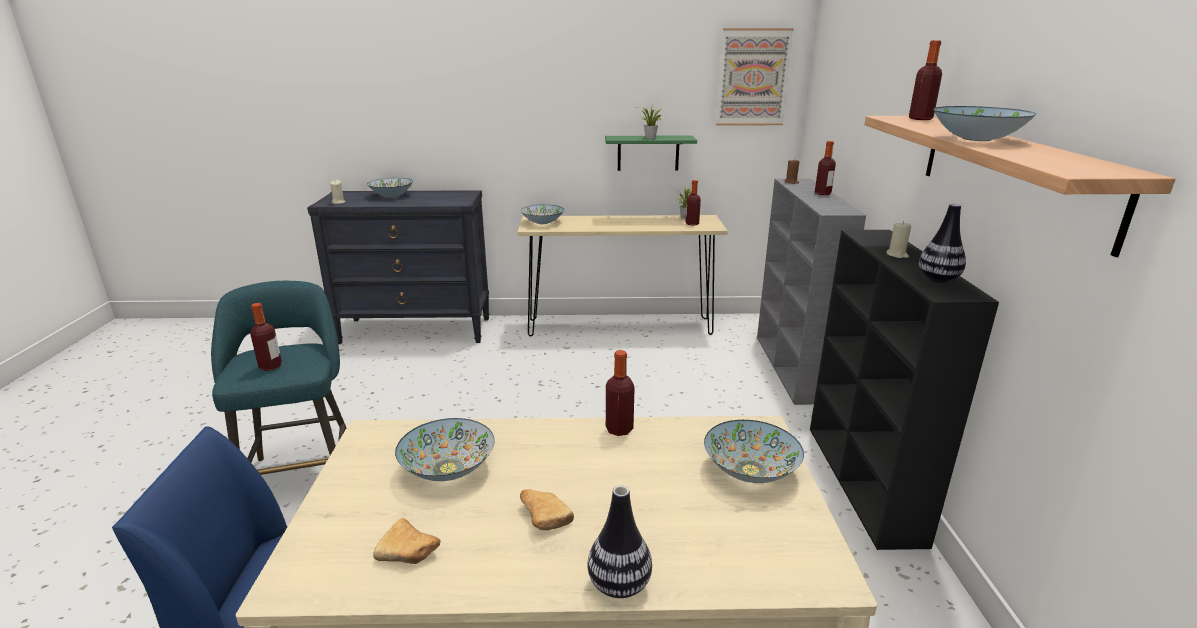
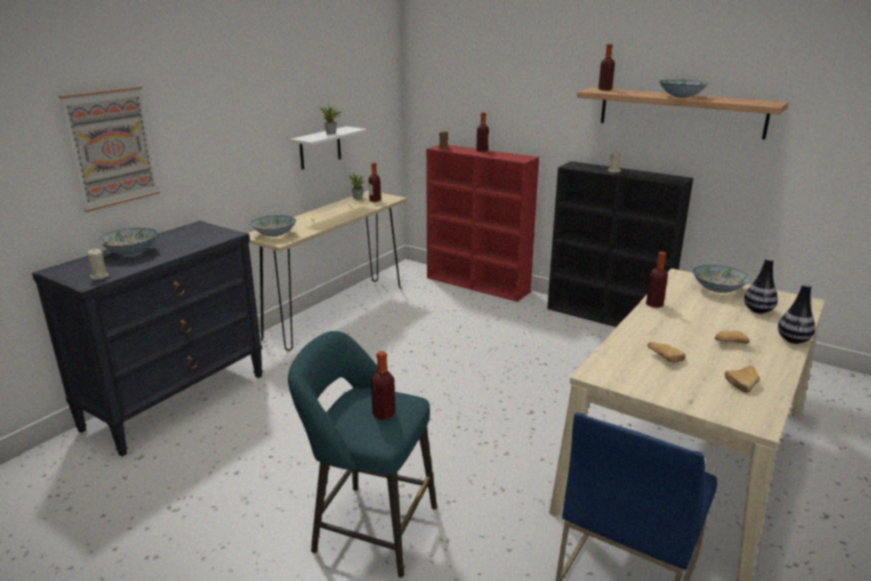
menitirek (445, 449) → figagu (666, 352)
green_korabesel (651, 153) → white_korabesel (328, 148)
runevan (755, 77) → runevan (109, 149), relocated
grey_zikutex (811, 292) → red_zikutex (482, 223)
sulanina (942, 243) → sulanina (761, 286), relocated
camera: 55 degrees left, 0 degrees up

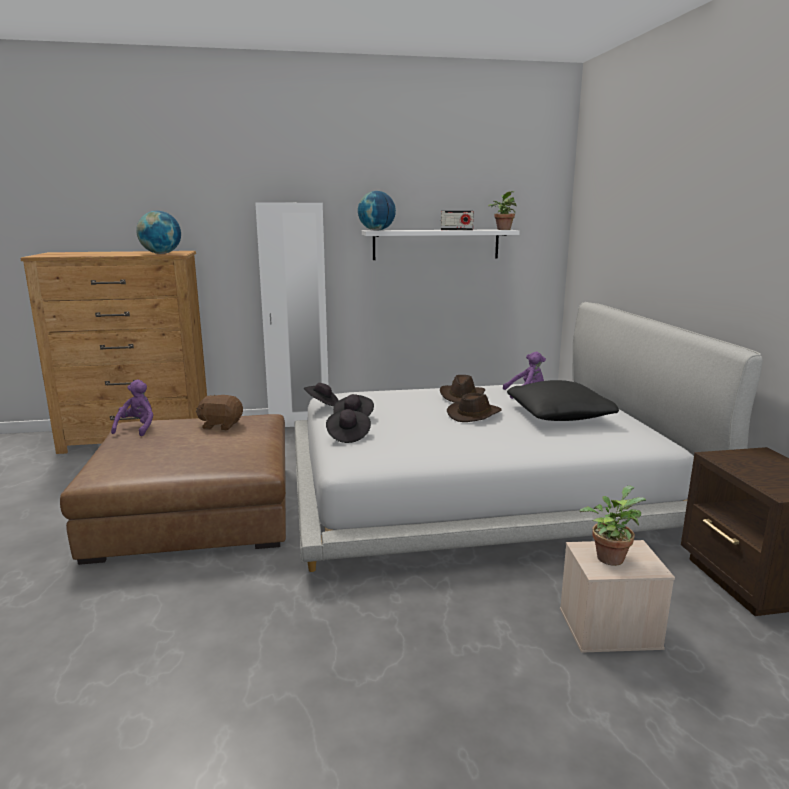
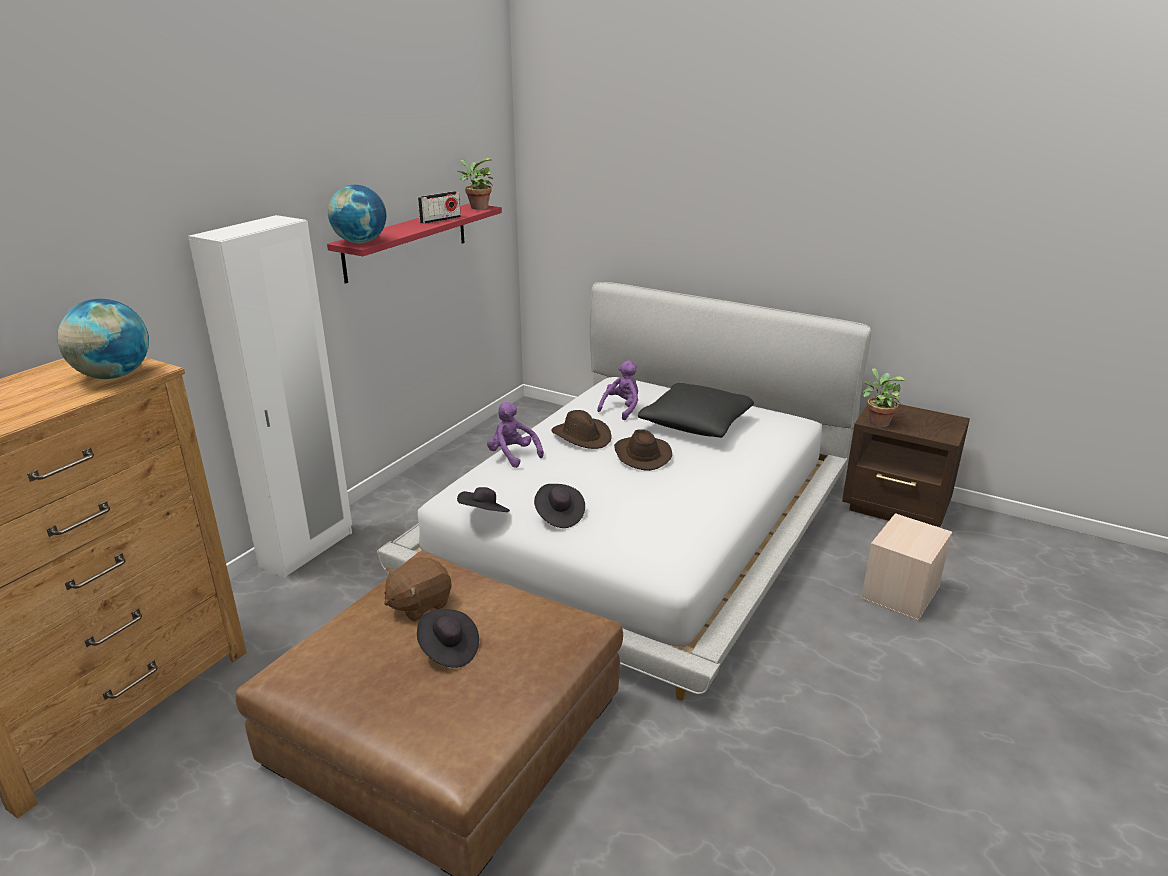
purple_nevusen (132, 408) → purple_nevusen (515, 435), relocated
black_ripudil (348, 426) → black_ripudil (448, 638), relocated
white_korabesel (441, 245) → red_korabesel (414, 243)
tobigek (612, 525) → tobigek (884, 397), relocated
camera: 50 degrees left, 10 degrees up

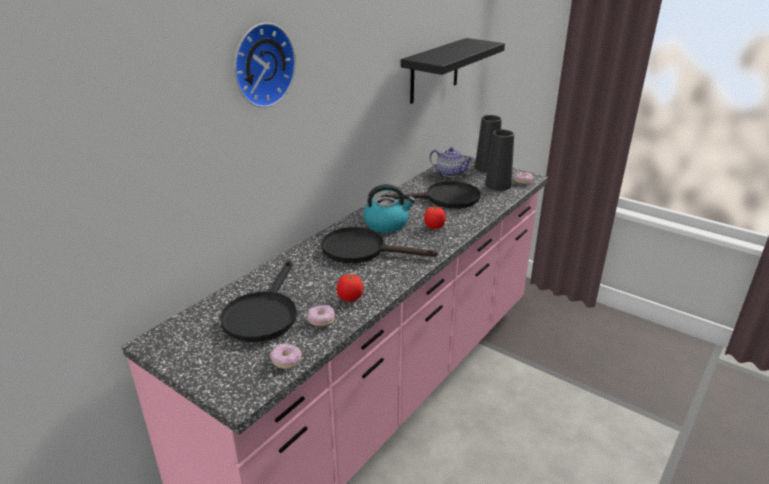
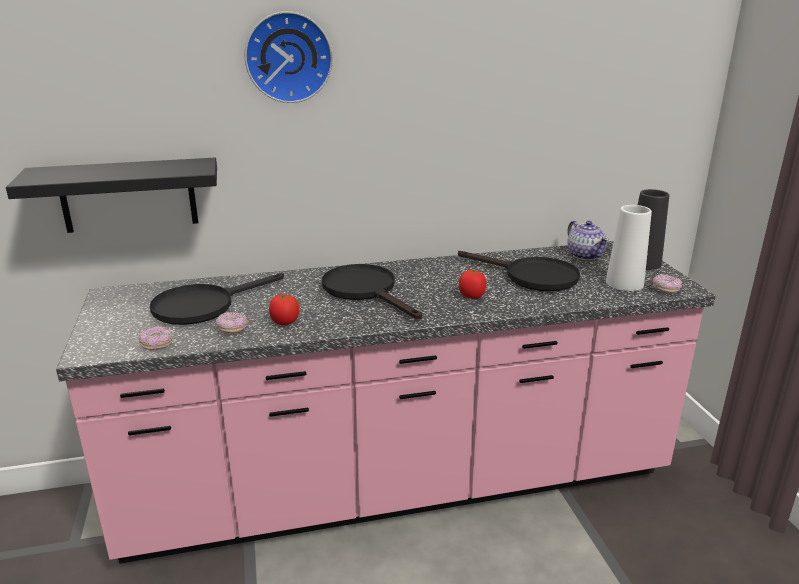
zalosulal (389, 208) → -
black_korabesel (453, 71) → black_korabesel (111, 195), relocated
black_sulanina (499, 160) → white_sulanina (629, 248)
camera: 40 degrees right, 5 degrees down

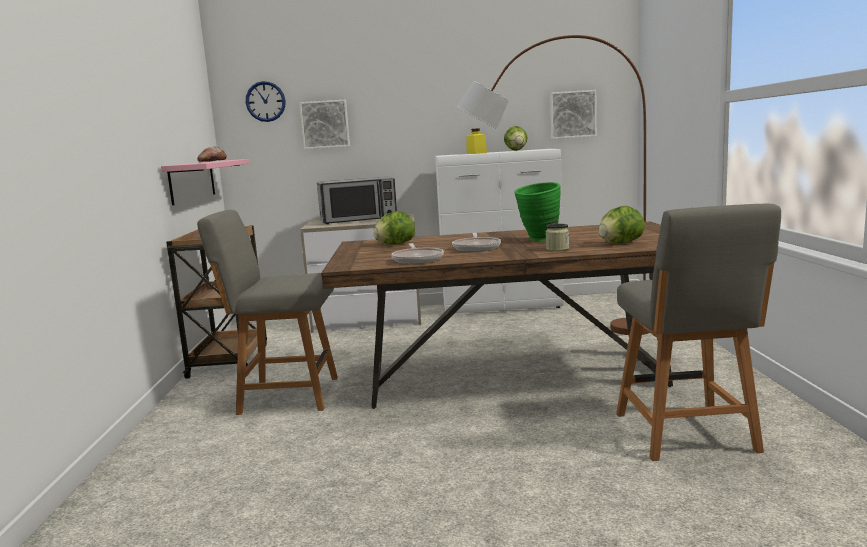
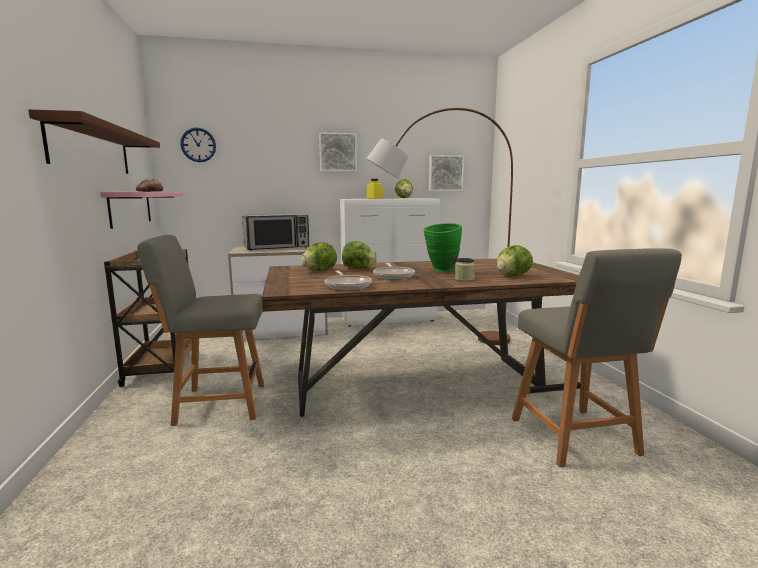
runevan (324, 124) → runevan (338, 152), relocated
- → brown_korabesel (94, 141)
- → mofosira (359, 255)
camera: 10 degrees left, 0 degrees up

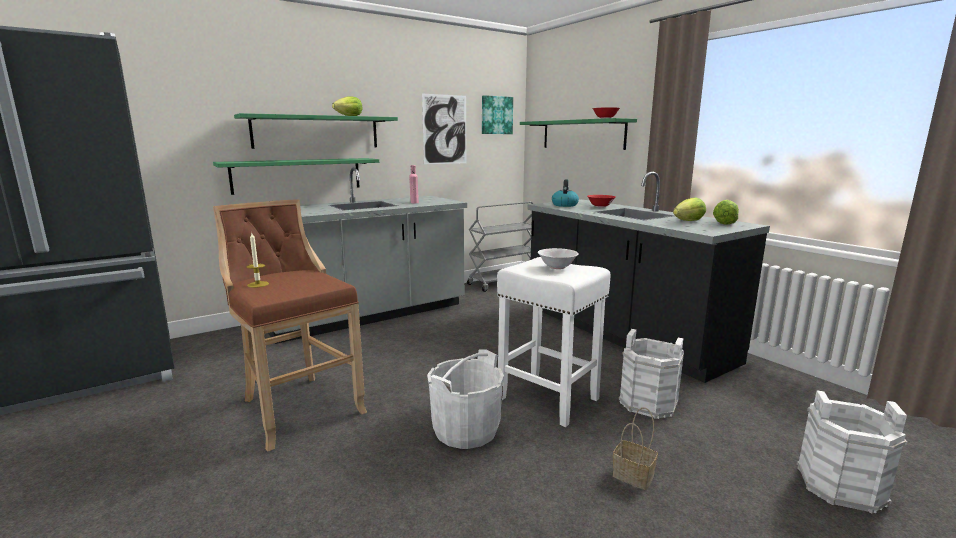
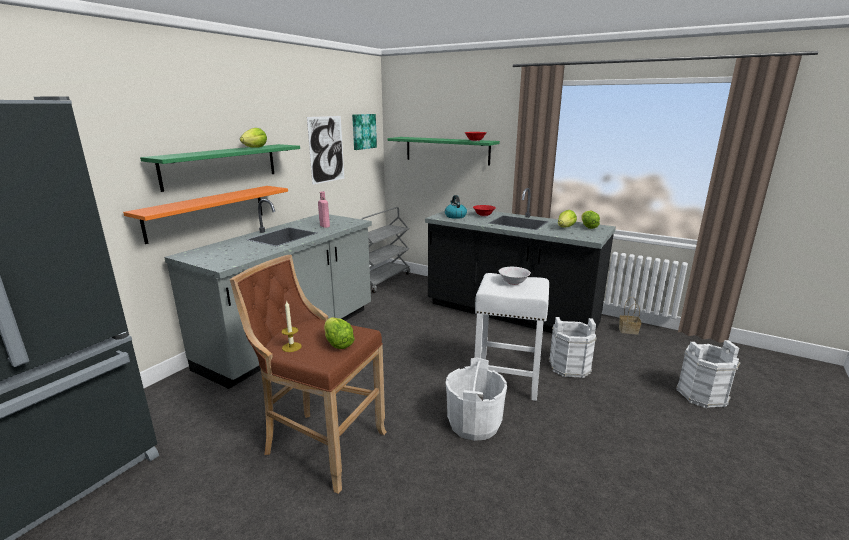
green_korabesel (296, 176) → orange_korabesel (205, 215)
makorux (635, 448) → makorux (630, 315), relocated
- → mofosira (339, 333)
camera: 25 degrees left, 5 degrees up

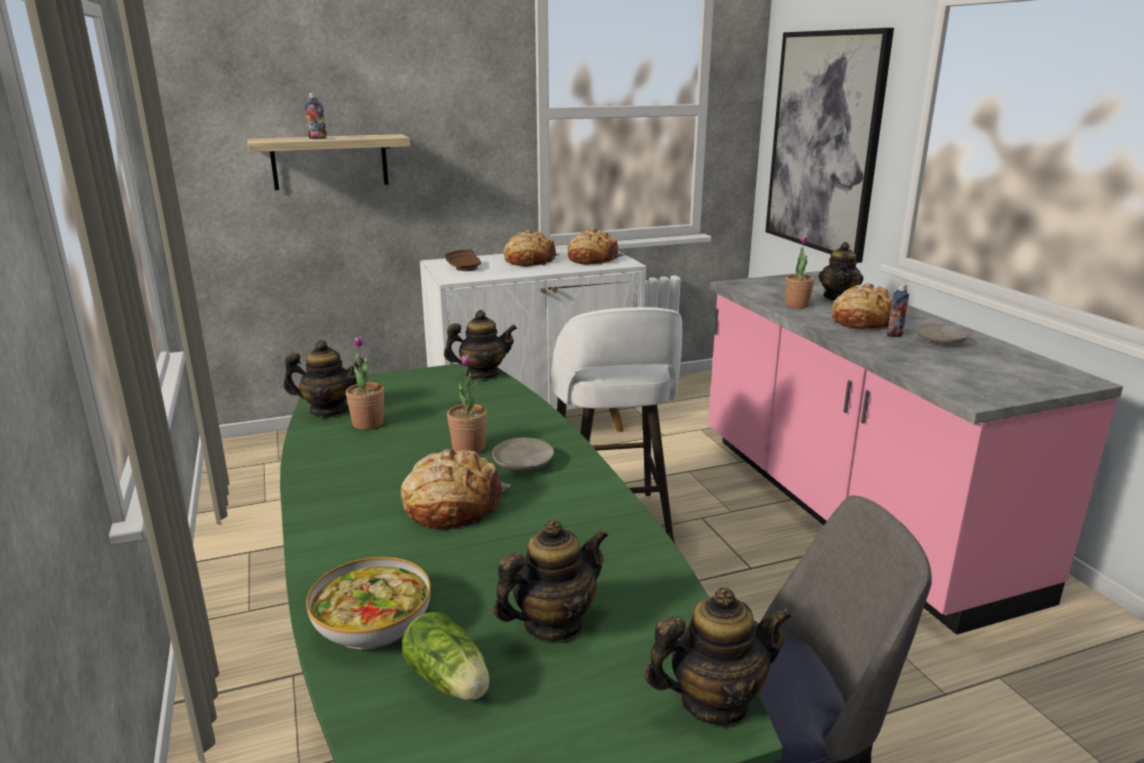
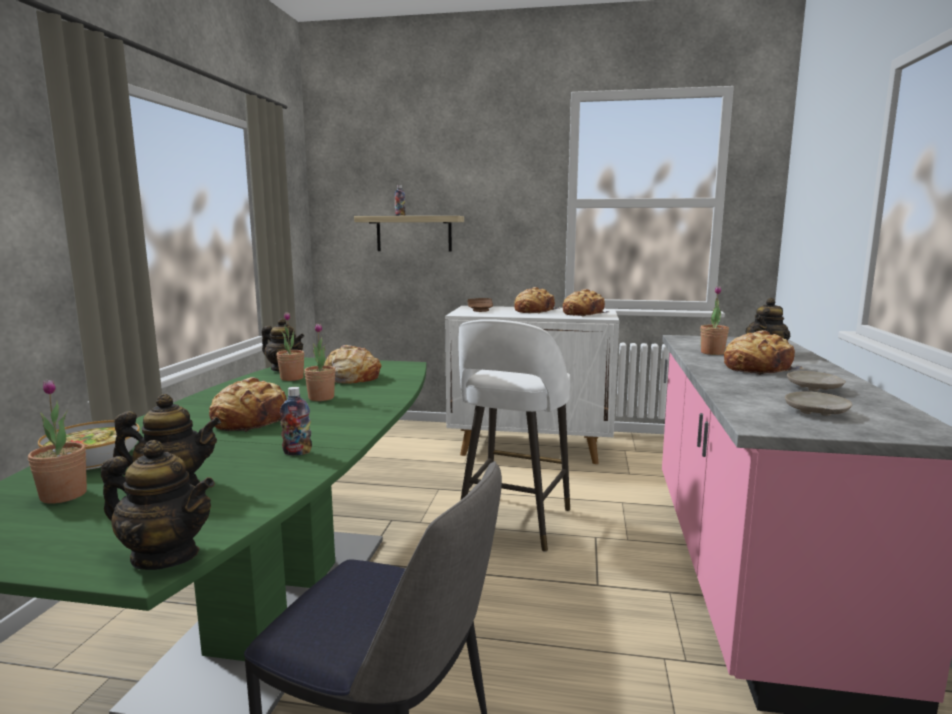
mofosira (445, 656) → tobigek (57, 441)
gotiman (480, 344) → -
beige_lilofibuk (523, 454) → beige_lilofibuk (818, 404), relocated
runevan (829, 145) → -
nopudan (898, 310) → nopudan (296, 421), relocated
- → figagu (352, 364)
camera: 30 degrees right, 10 degrees down

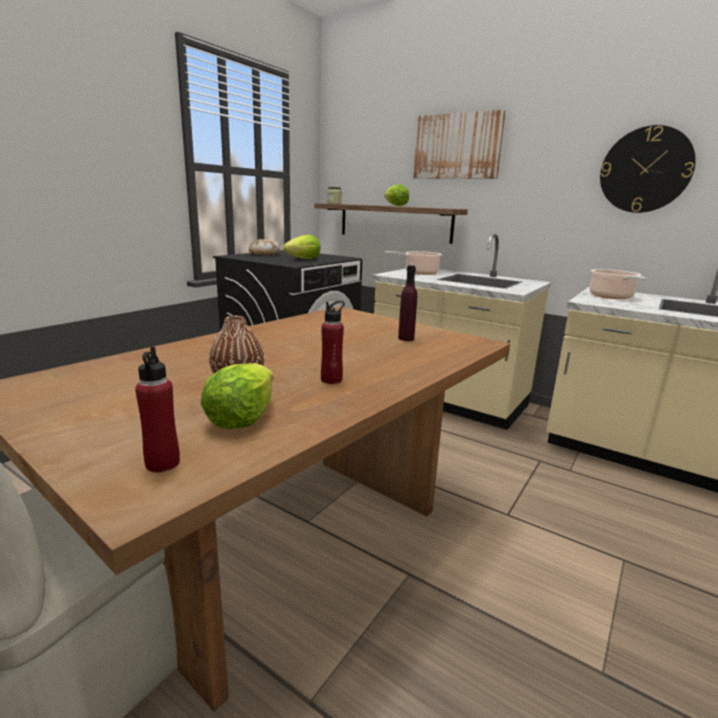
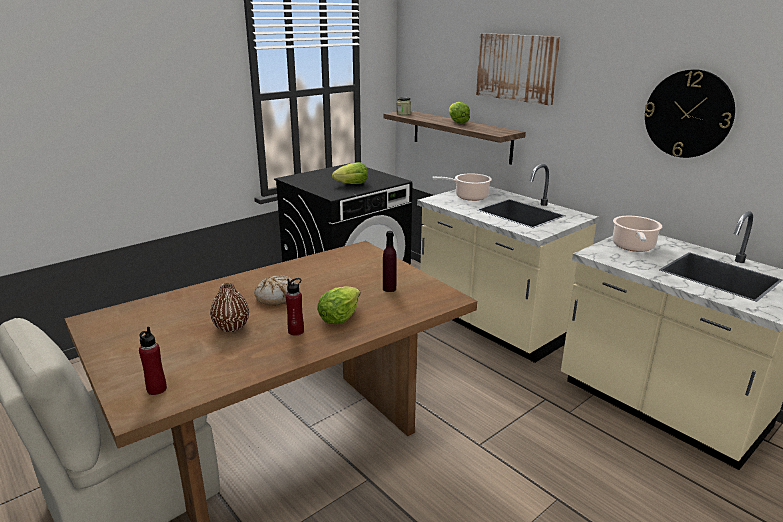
mofosira (237, 396) → mofosira (338, 305), relocated
figagu (264, 247) → figagu (275, 290), relocated
camera: 15 degrees right, 5 degrees up

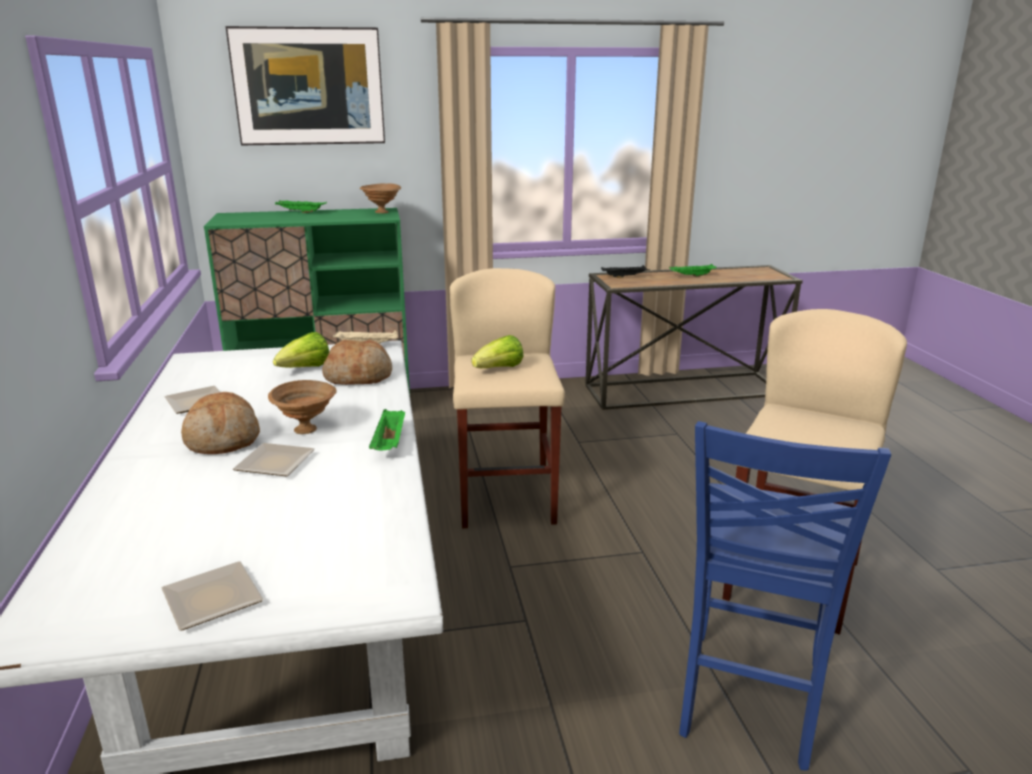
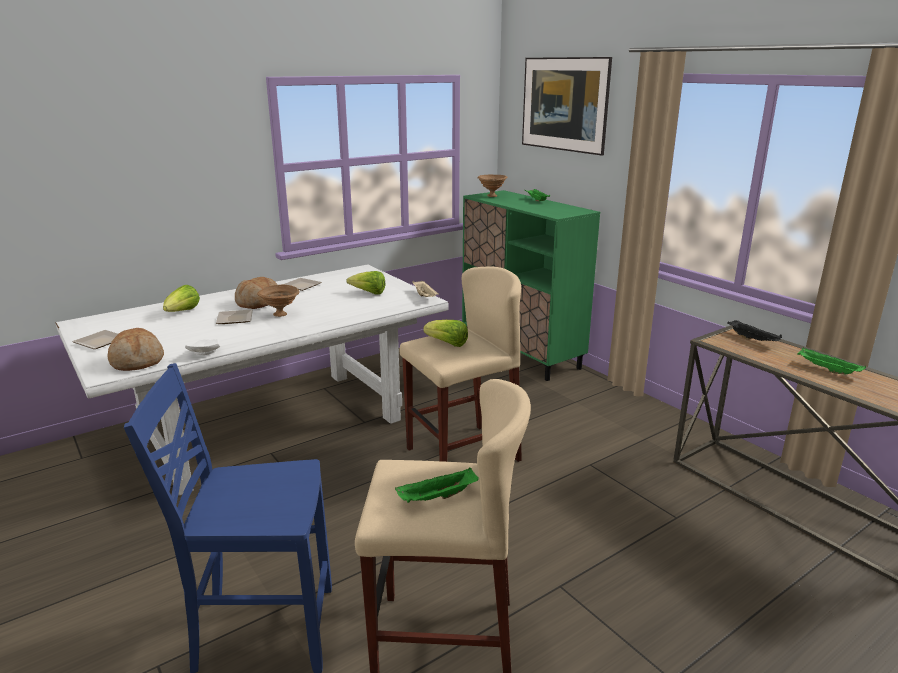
figagu (357, 362) → figagu (135, 349), relocated
brown_menitirek (380, 198) → brown_menitirek (492, 186), relocated
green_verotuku (387, 430) → green_verotuku (437, 485), relocated
- → mofosira (181, 298)
- → white_lilofibuk (203, 347)
camera: 65 degrees right, 0 degrees up

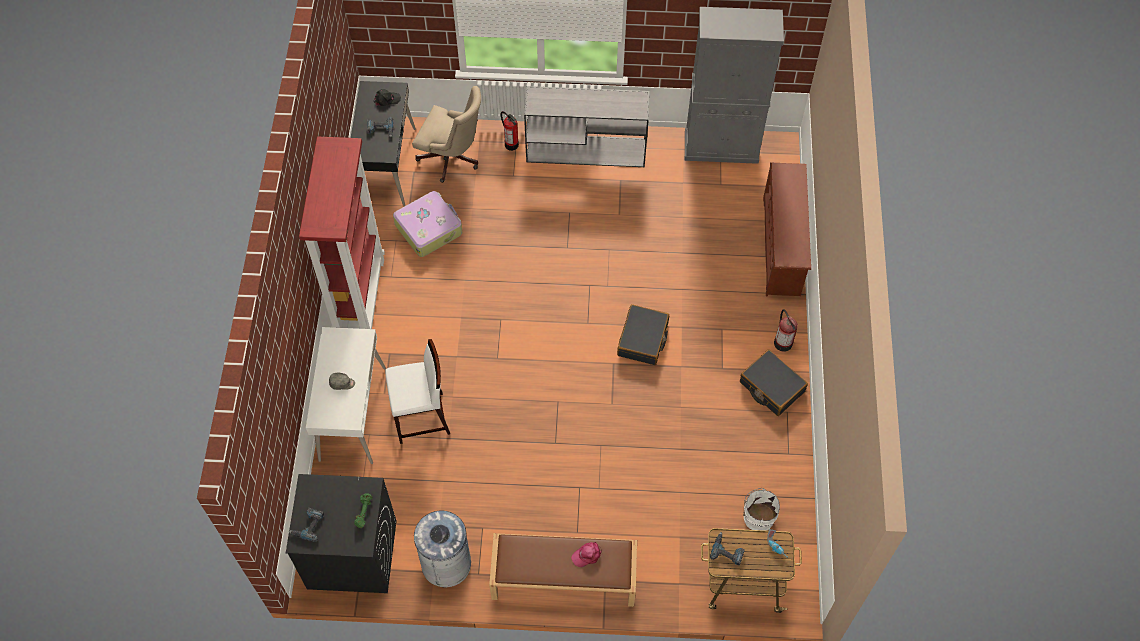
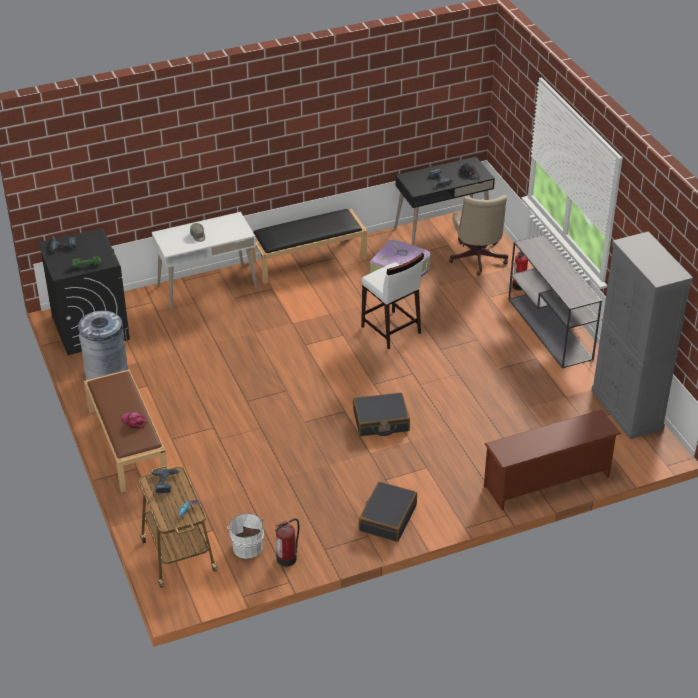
red_zikutex (342, 233) → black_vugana (309, 246)
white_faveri (417, 391) → white_faveri (392, 301), relocated
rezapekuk (786, 330) → rezapekuk (287, 542), relocated
camera: 65 degrees right, 20 degrees down

